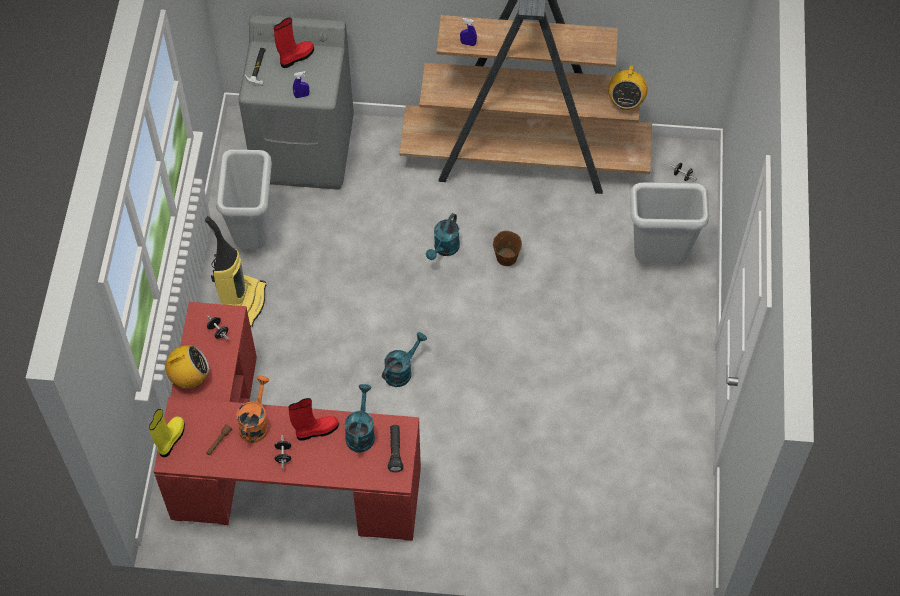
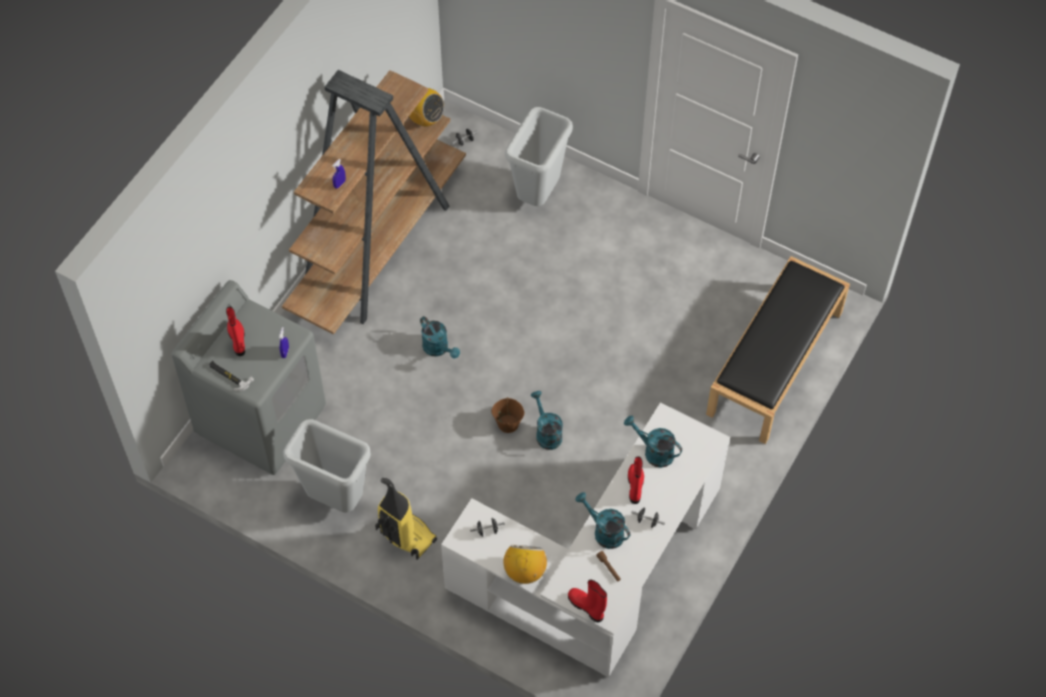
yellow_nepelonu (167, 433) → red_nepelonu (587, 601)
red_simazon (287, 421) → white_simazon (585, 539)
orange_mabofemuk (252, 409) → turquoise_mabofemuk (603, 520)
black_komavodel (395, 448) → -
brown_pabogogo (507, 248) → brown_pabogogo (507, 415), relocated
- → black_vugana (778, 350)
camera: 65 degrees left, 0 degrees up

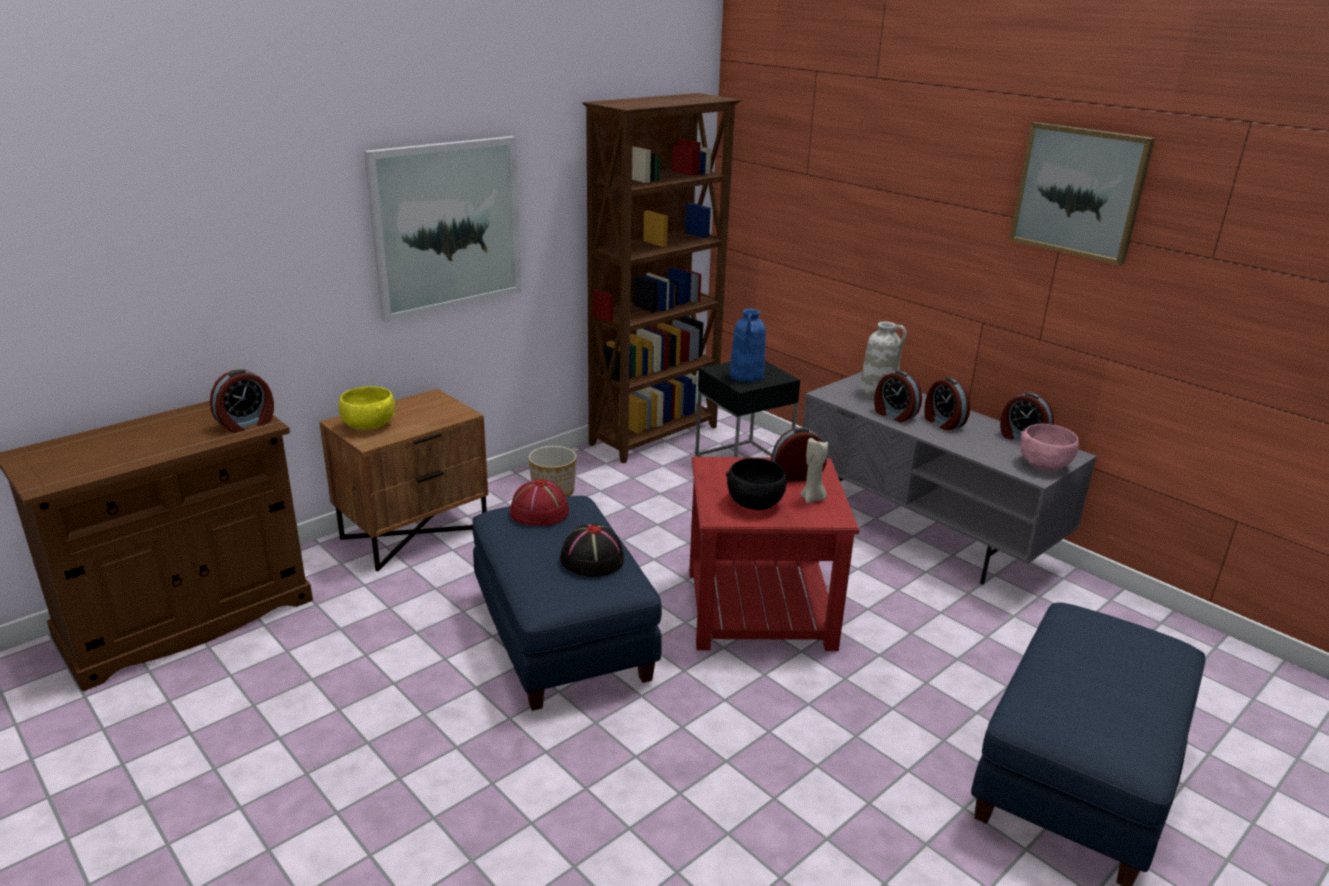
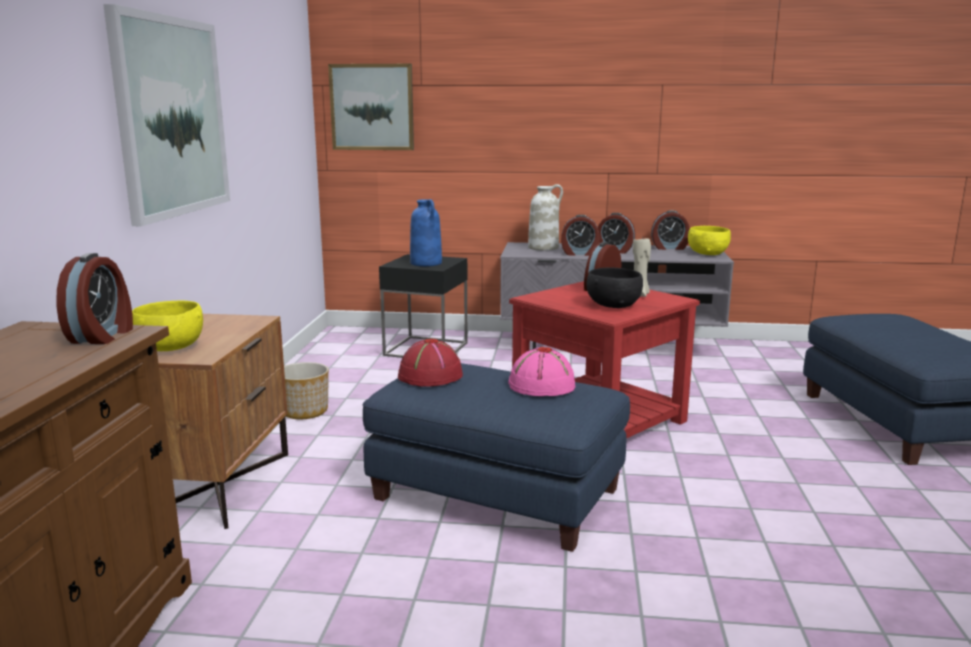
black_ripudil (592, 550) → pink_ripudil (541, 371)
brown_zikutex (662, 278) → -
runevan (1082, 193) → runevan (371, 107), relocated
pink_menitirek (1050, 447) → yellow_menitirek (709, 240)
camera: 40 degrees left, 10 degrees down

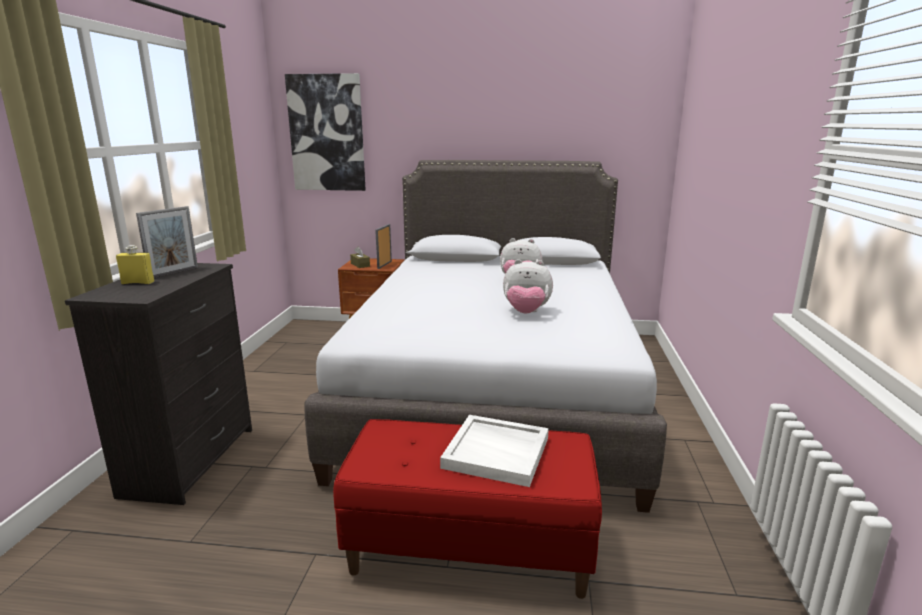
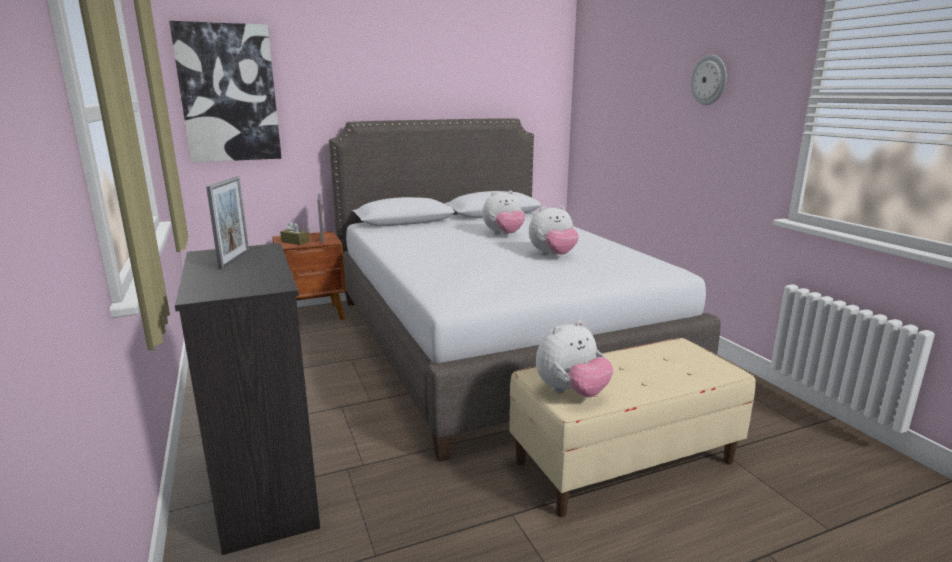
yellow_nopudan (135, 264) → -
red_vugana (467, 509) → beige_vugana (633, 427)
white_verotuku (494, 451) → -
- → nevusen (574, 358)
- → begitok (709, 80)
camera: 30 degrees left, 0 degrees up

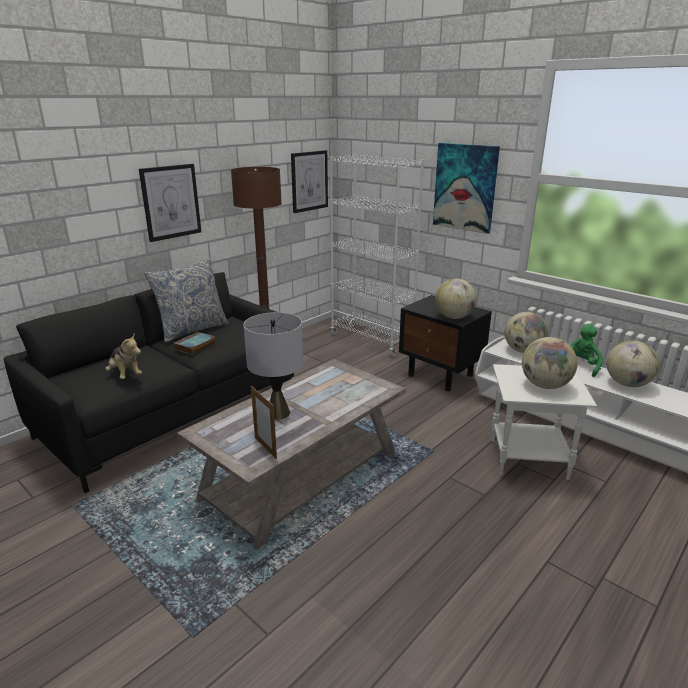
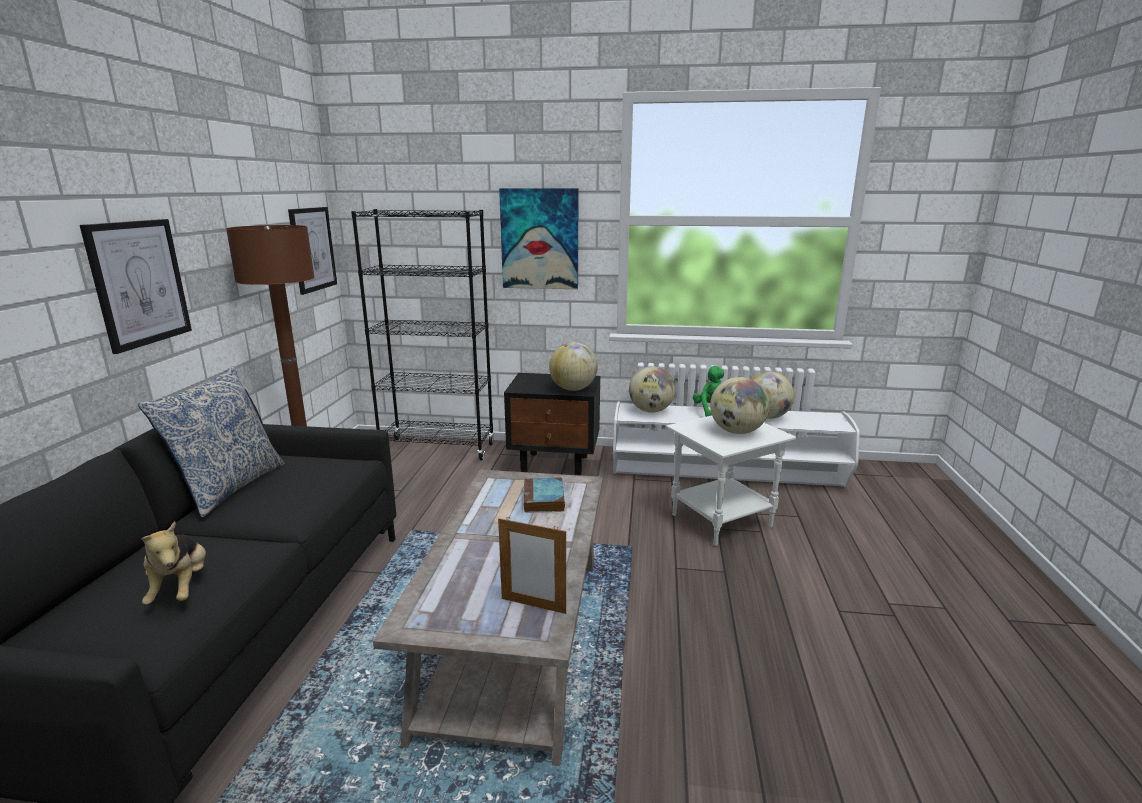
nevusen (123, 356) → nevusen (173, 563), 60 degrees clockwise
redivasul (194, 343) → redivasul (544, 495), relocated
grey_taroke (273, 366) → -
white_zikutex (376, 255) → black_zikutex (423, 334)
camera: 35 degrees left, 5 degrees down

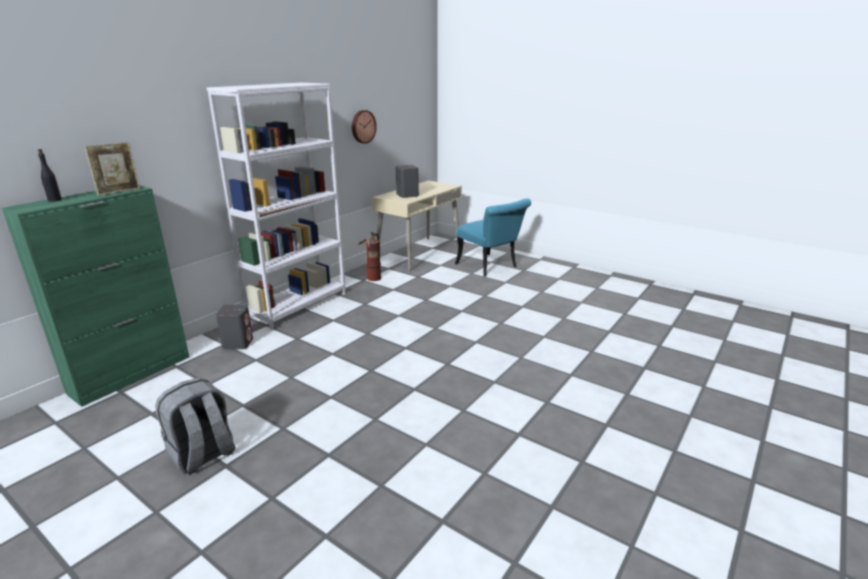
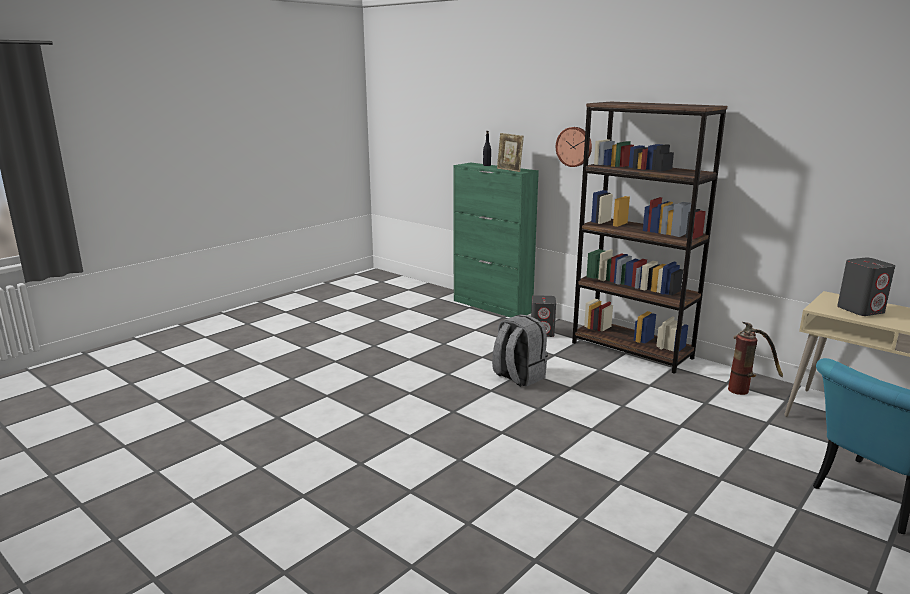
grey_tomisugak (195, 426) → grey_tomisugak (520, 350), relocated
white_zikutex (276, 206) → brown_zikutex (649, 238)
begitok (364, 127) → begitok (574, 147), relocated
camera: 95 degrees right, 5 degrees down

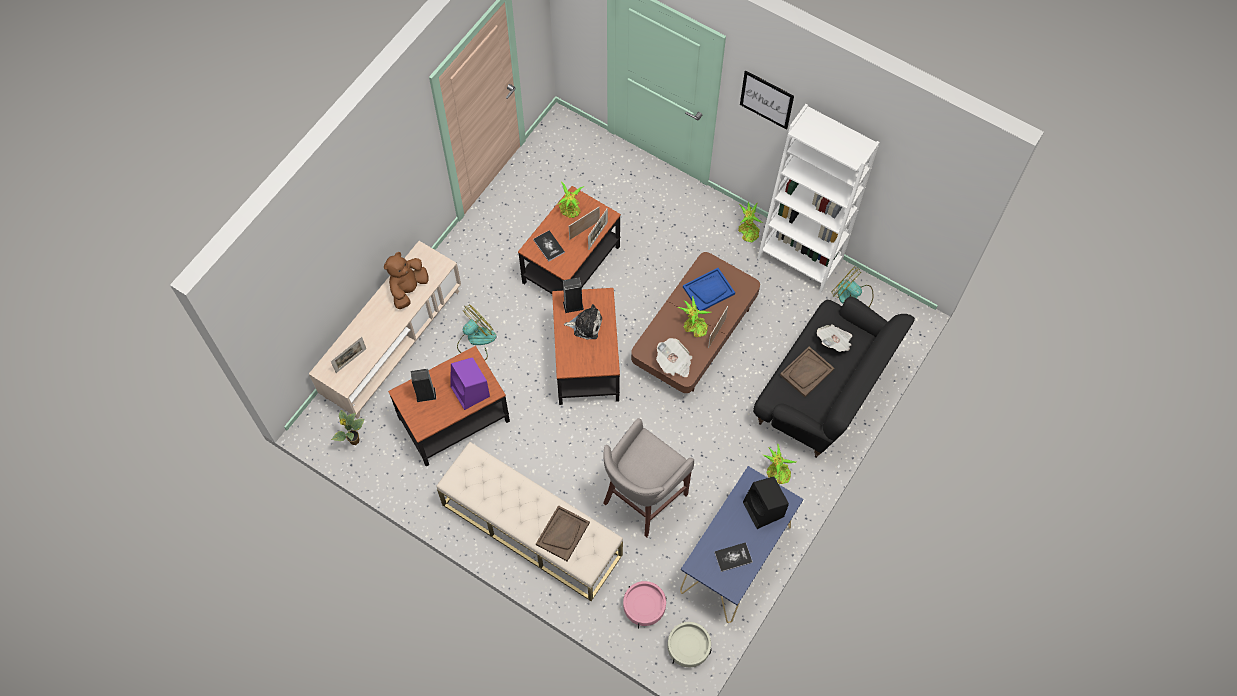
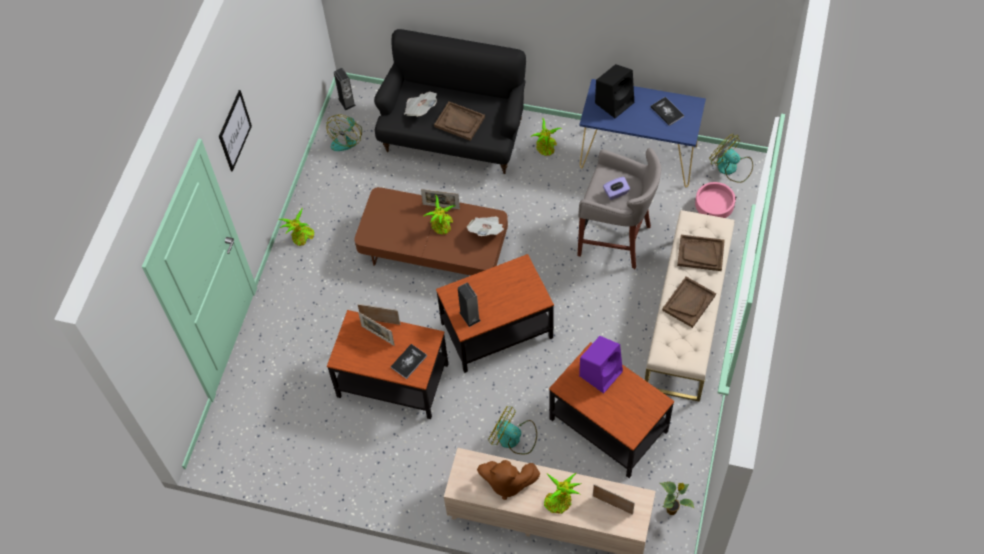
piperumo (423, 385) → piperumo (345, 89), relocated
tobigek (571, 200) → tobigek (562, 493), relocated
nevusen (583, 322) → -
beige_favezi (689, 644) → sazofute (731, 158)
blue_verotuku (709, 289) → -
white_zikutex (818, 199) → -
- → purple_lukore (616, 188)
- → brown_verotuku (689, 302)
camera: 105 degrees left, 5 degrees down

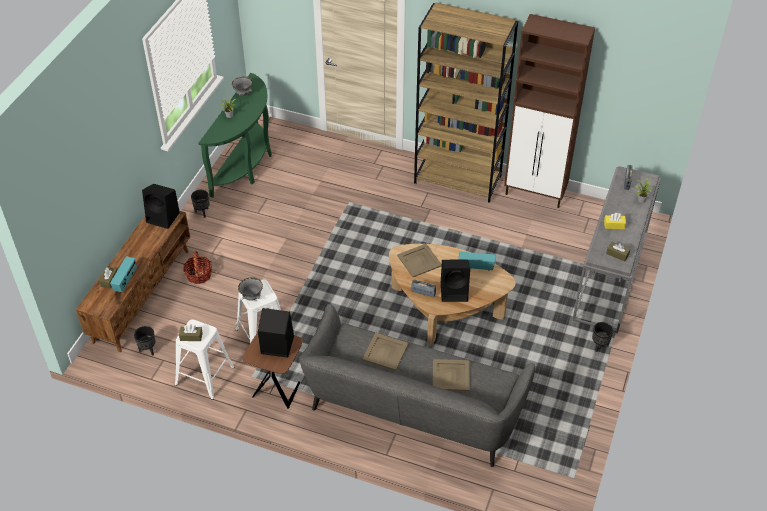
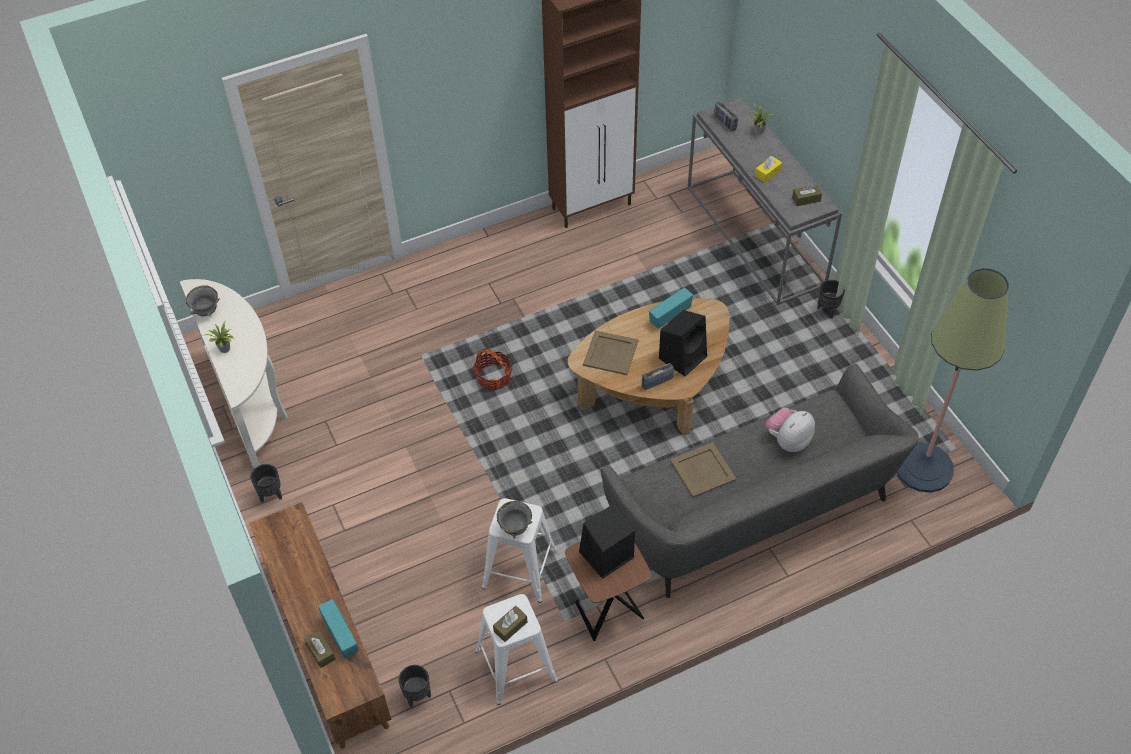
black_piperumo (161, 206) → -
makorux (197, 267) → makorux (493, 369), relocated
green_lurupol (235, 135) → white_lurupol (233, 374)
brown_zikutex (466, 102) → -
beige_verotuku (451, 375) → nevusen (790, 430)
- → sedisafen (953, 380)
camera: 45 degrees left, 5 degrees up

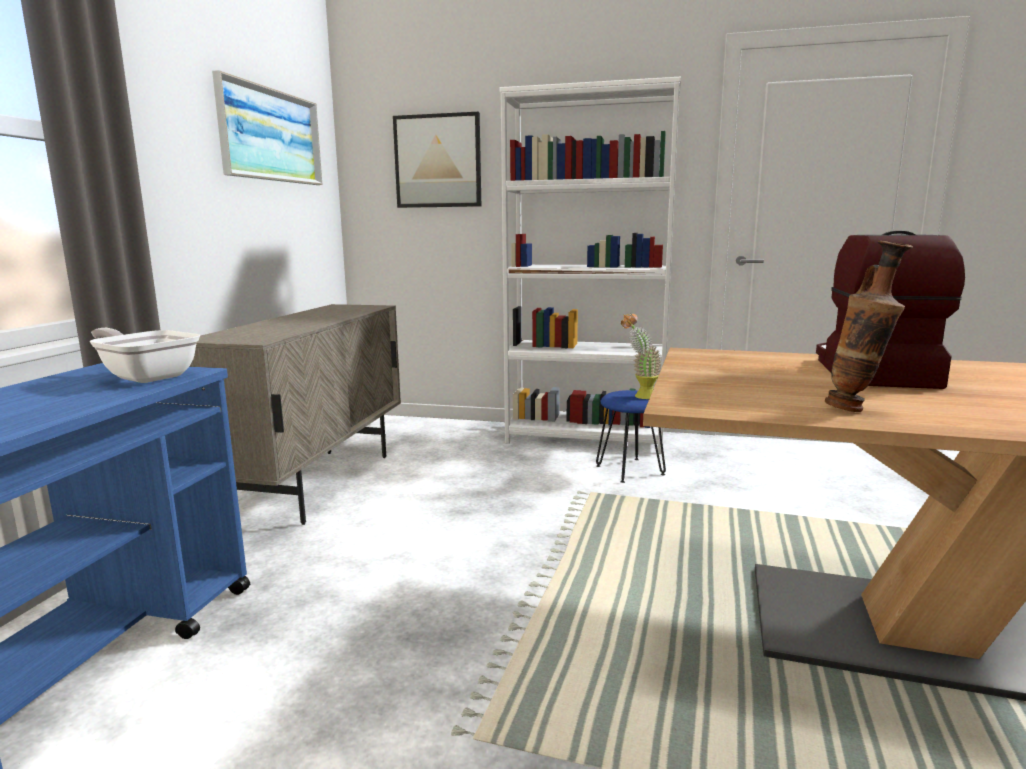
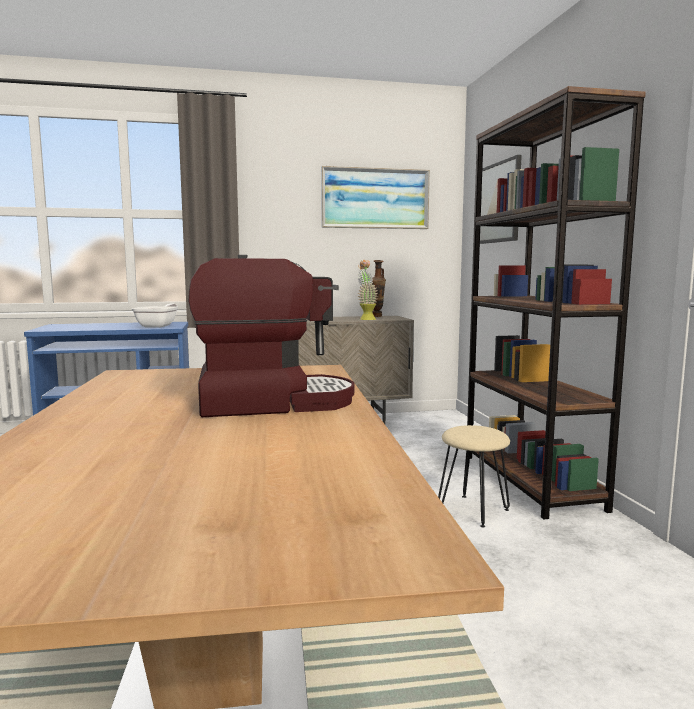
white_zikutex (590, 265) → brown_zikutex (556, 302)
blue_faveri (631, 436) → beige_faveri (474, 476)
tobigek (641, 356) → tobigek (368, 290), relocated
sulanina (869, 326) → sulanina (379, 288), relocated
camera: 65 degrees right, 5 degrees down

